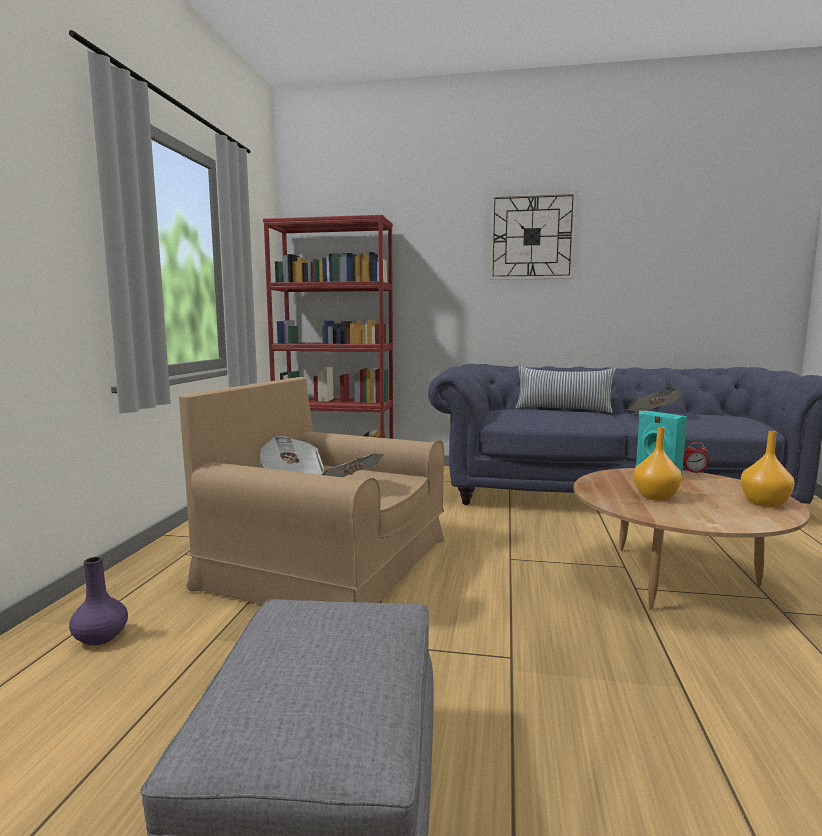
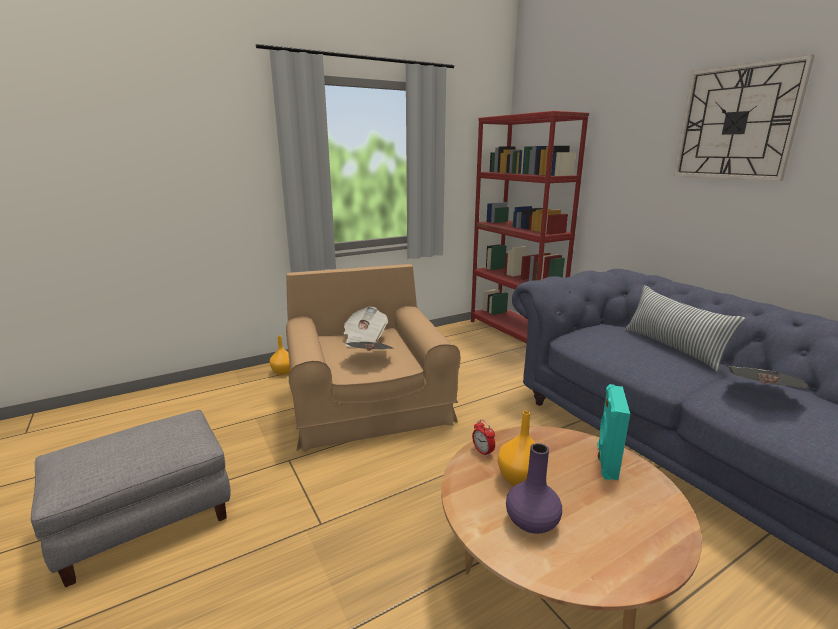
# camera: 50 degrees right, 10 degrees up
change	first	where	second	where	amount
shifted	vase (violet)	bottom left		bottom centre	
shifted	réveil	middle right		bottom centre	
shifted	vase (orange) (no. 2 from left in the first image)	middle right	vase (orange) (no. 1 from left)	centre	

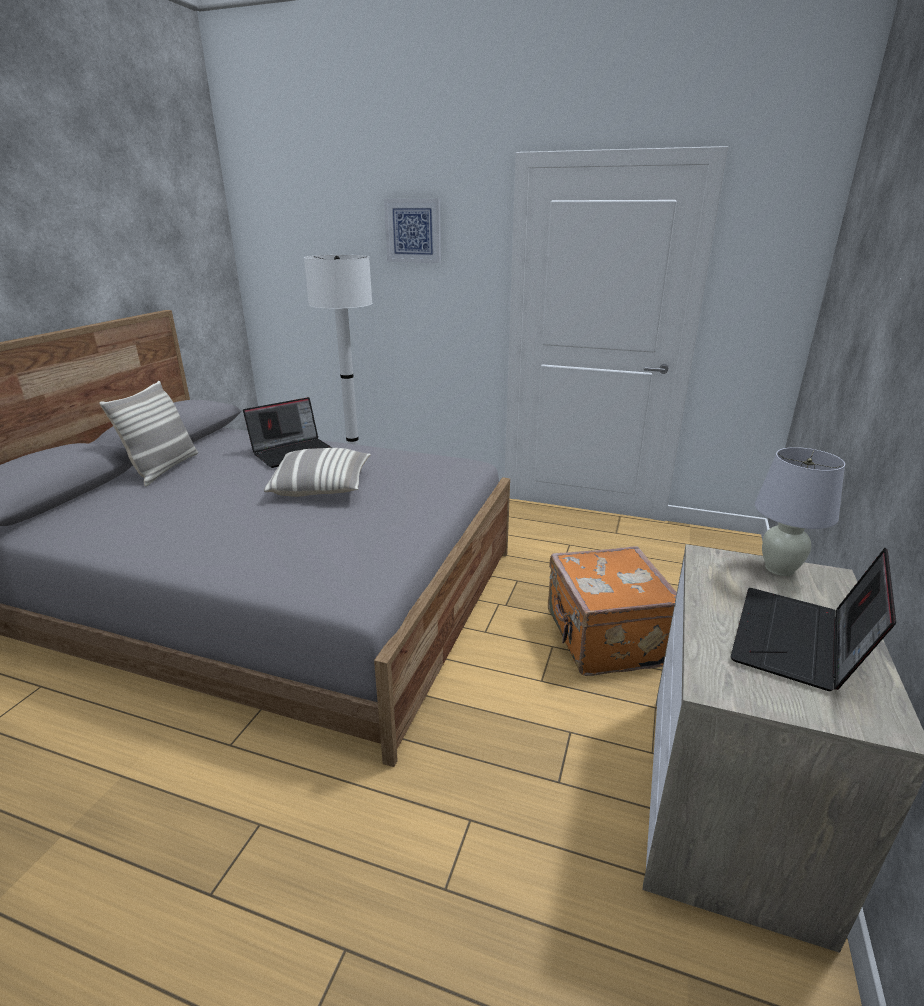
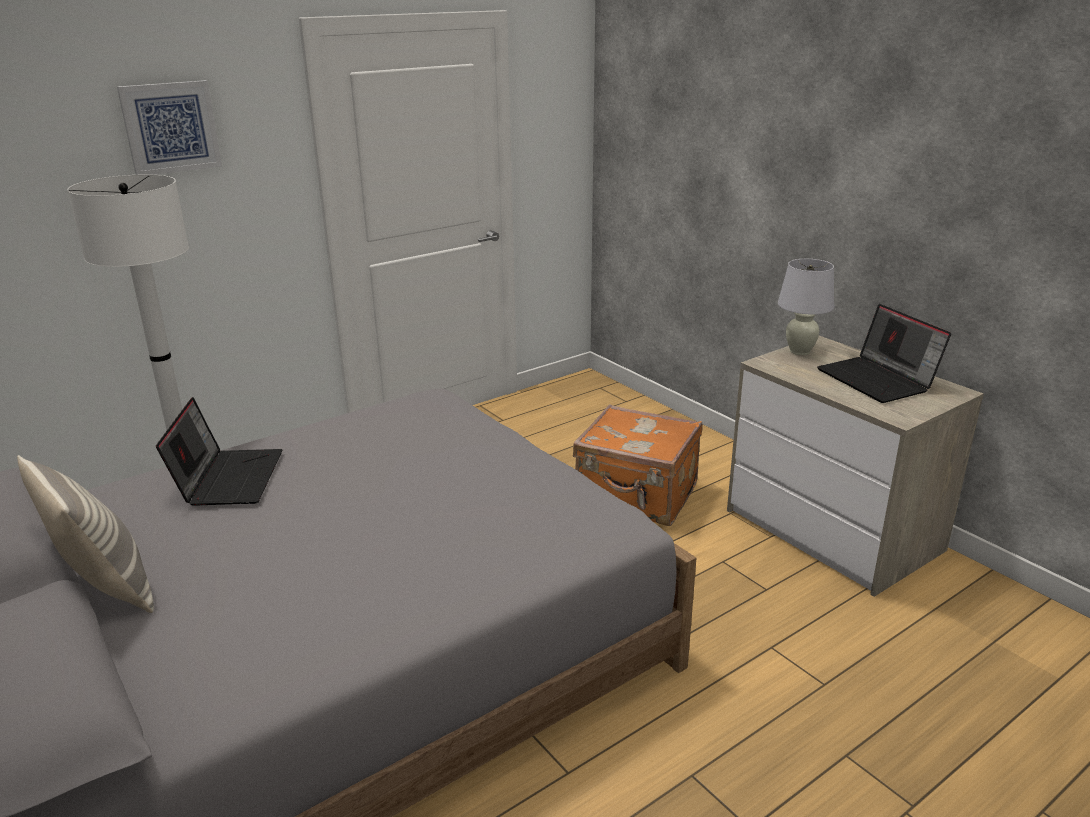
# camera: 55 degrees left, 0 degrees up
change	first	where	second	where	amount
gone	coussin (no. 2 from left)	centre			

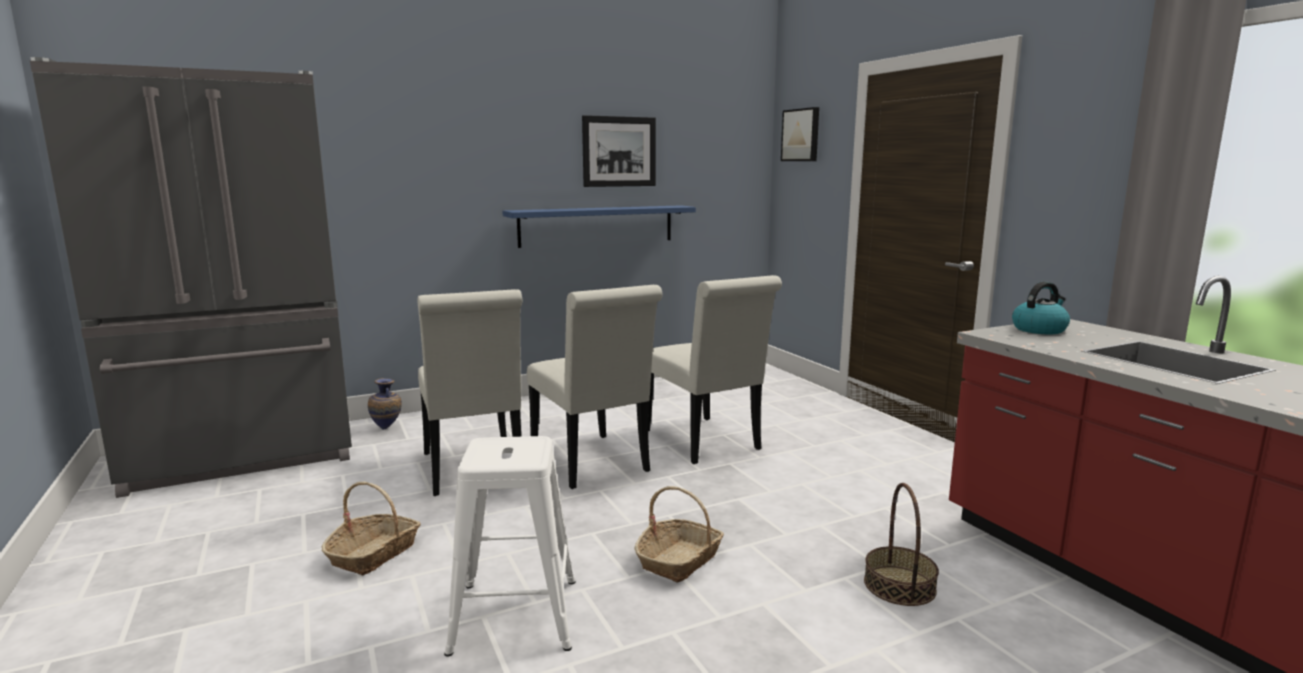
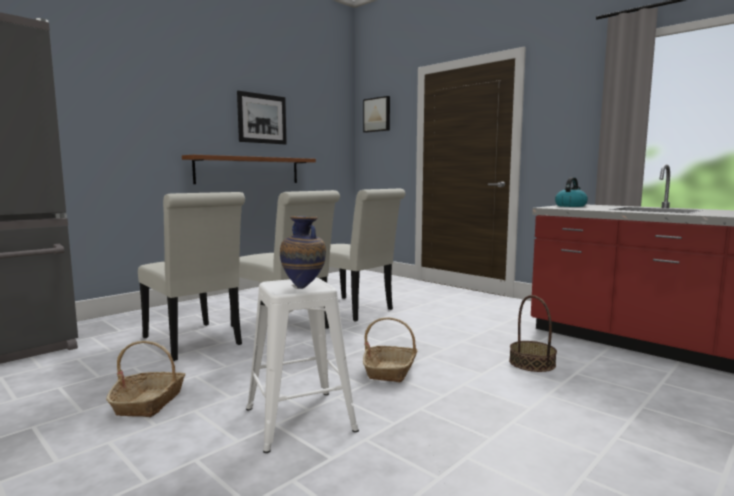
# camera: 20 degrees left, 5 degrees down
change	first	where	second	where	amount
shifted	vase	middle left		centre	
repainted	étagère (bleu)	centre	étagère (marron)	centre	

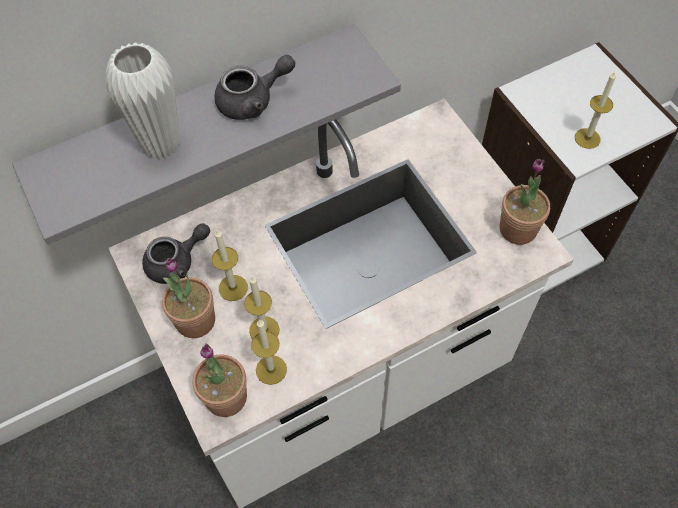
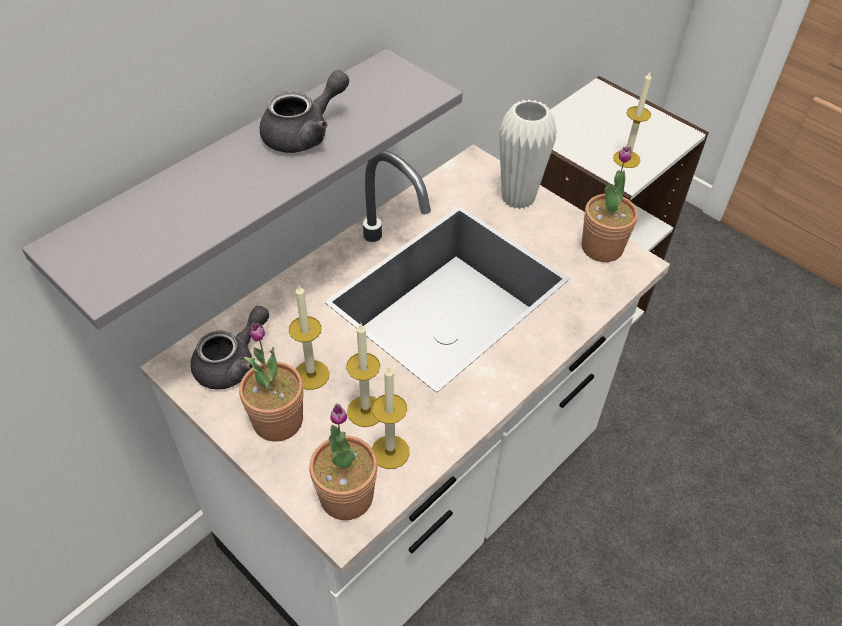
# camera: 20 degrees left, 10 degrees down
change	first	where	second	where	amount
shifted	vase (blanc)	top left		top centre	

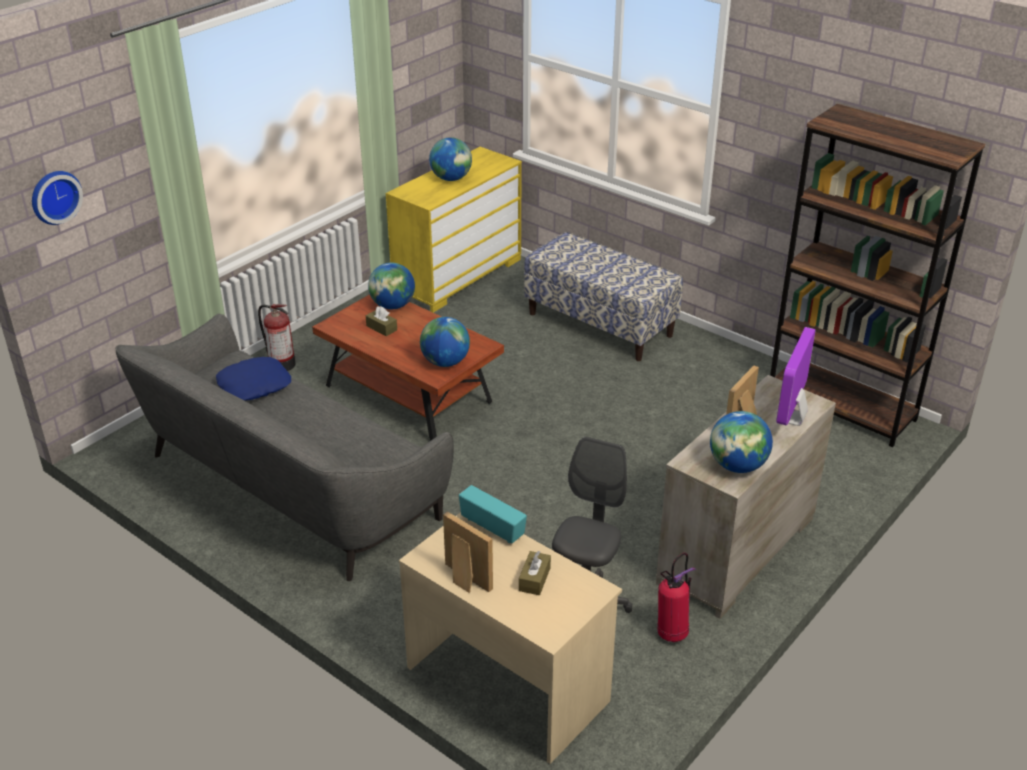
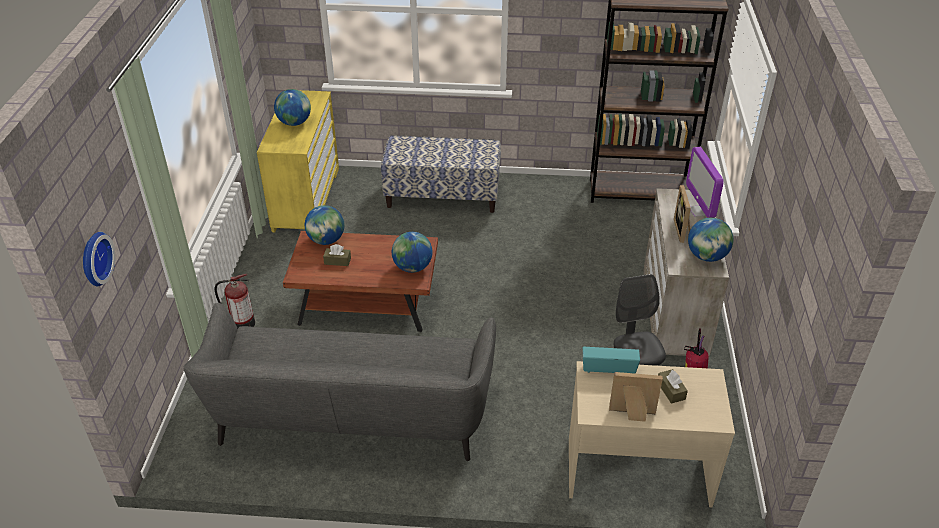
# camera: 35 degrees left, 5 degrees up
change	first	where	second	where	amount
gone	coussin (bleu)	middle left			

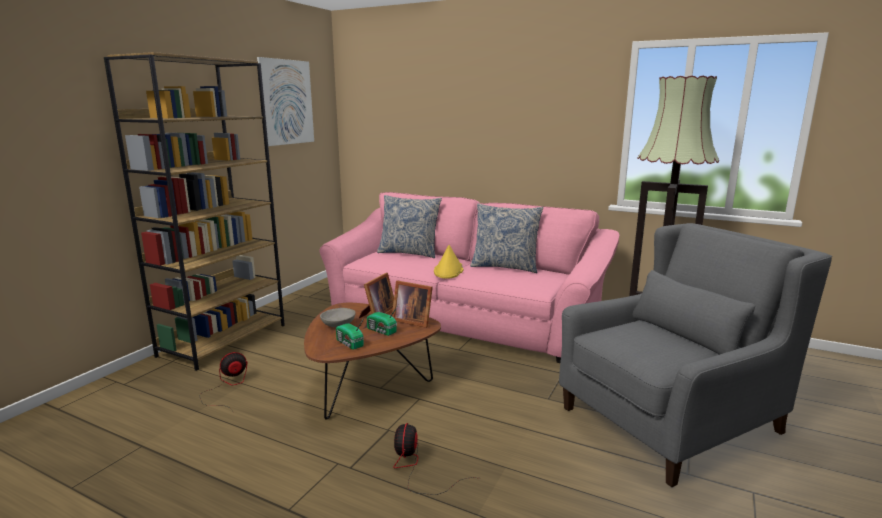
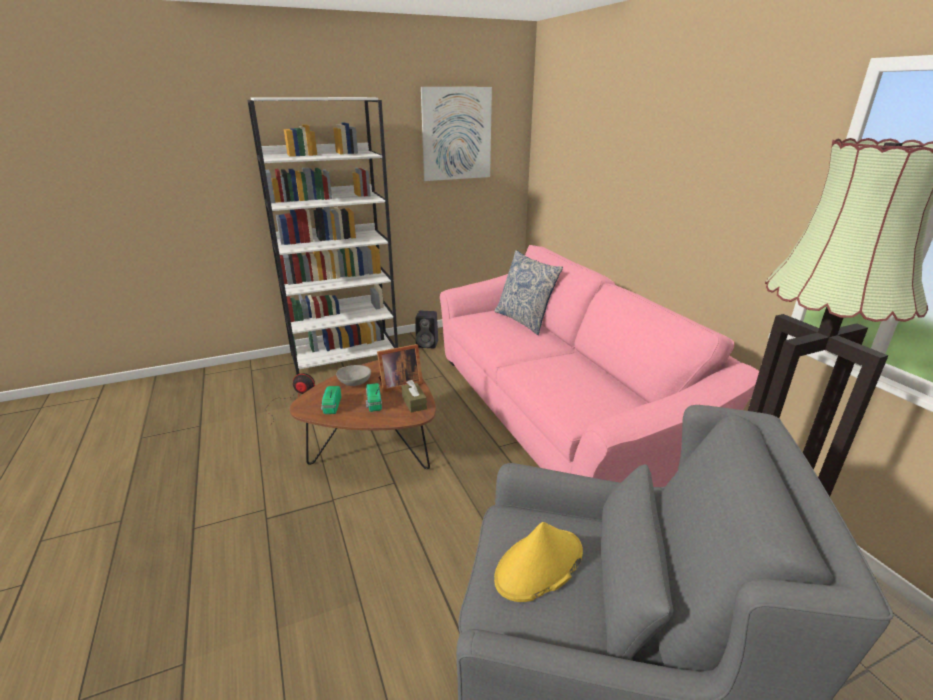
# camera: 40 degrees right, 10 degrees up
change	first	where	second	where	amount
gone	ventilateur (no. 2 from left)	bottom centre			
gone	coussin (no. 2 from left)	centre			
new			enceinte (noir)	centre	
shifted	chapeau (jaune)	centre		bottom centre	
swapped	cadre photo (no. 2 from left)	centre	boîte à mouchoirs (marron)	centre	
repainted	bibliothèque (marron)	middle left	bibliothèque (blanc)	centre	

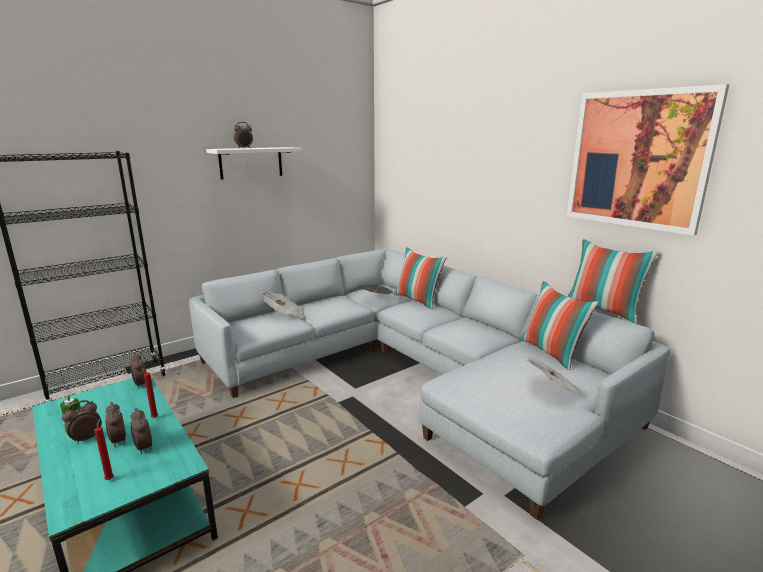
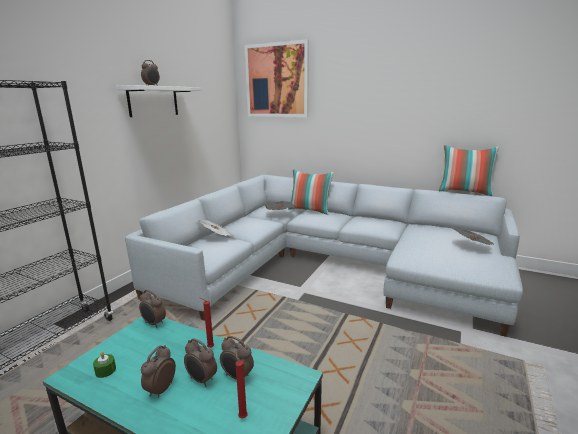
# camera: 25 degrees left, 0 degrees up
change	first	where	second	where	amount
gone	coussin (no. 2 from left)	middle right			
shifted	tableau	top right		top centre	

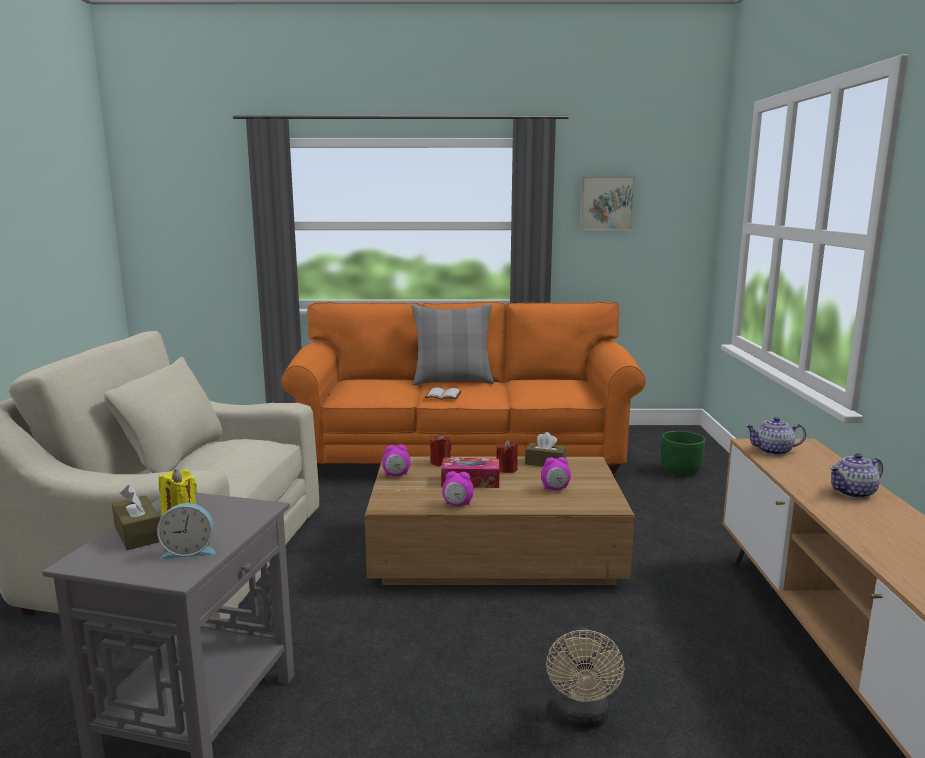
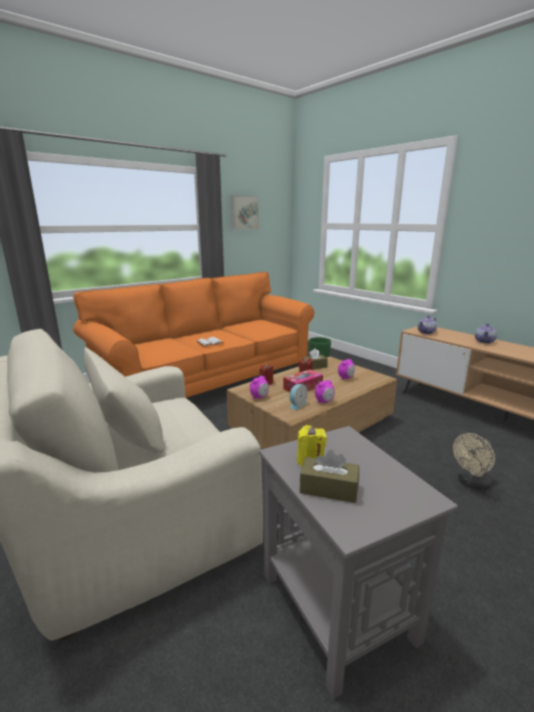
# camera: 40 degrees left, 5 degrees up
change	first	where	second	where	amount
gone	coussin (gris)	centre			
shifted	réveil (no. 1 from left in the first image)	bottom left	réveil (no. 2 from left)	centre	
rotated	ventilateur (beige)	bottom centre		middle right	90 degrees clockwise

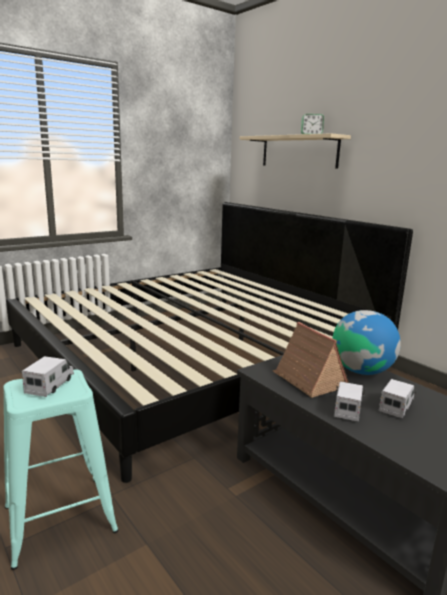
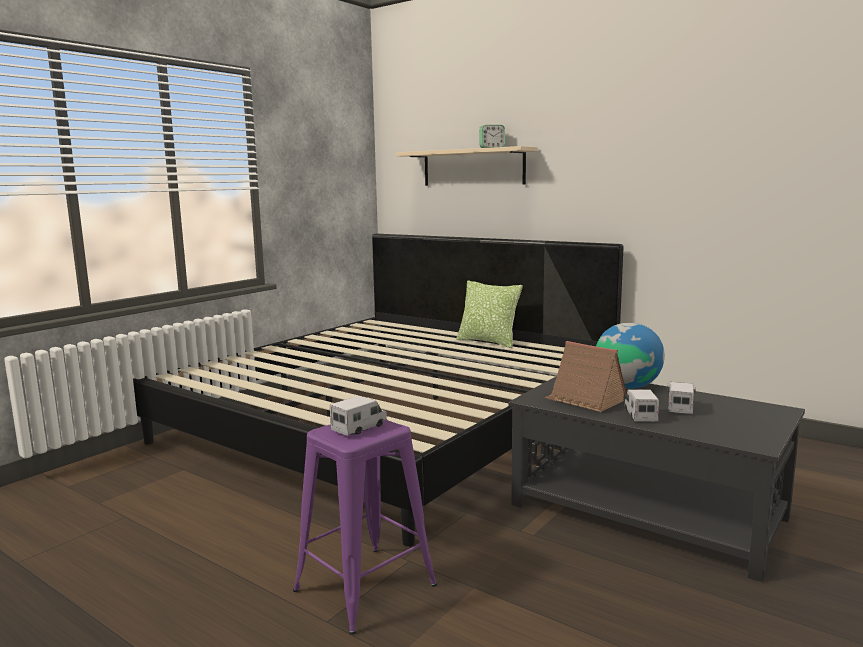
# camera: 15 degrees left, 5 degrees down
change	first	where	second	where	amount
new			coussin	centre	
repainted	tabouret (turquoise)	bottom left	tabouret (violet)	bottom centre	
rotated	camion jouet (no. 1 from left)	middle left		centre	45 degrees clockwise

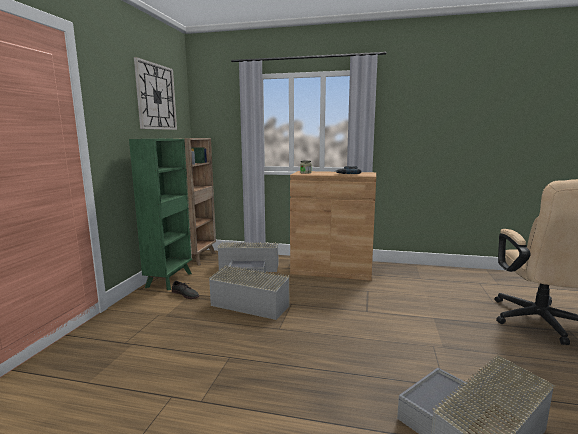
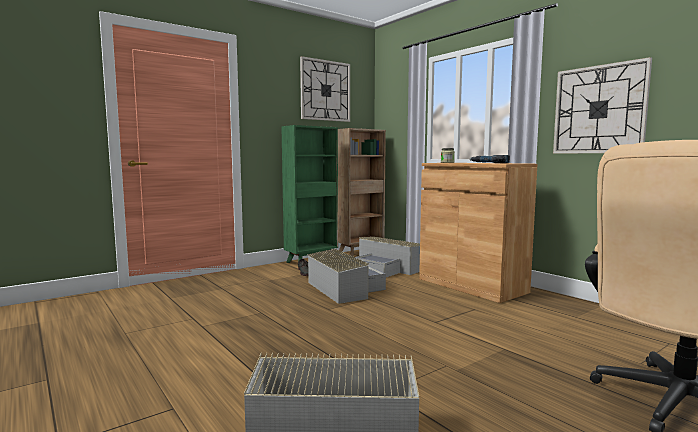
# camera: 40 degrees right, 5 degrees down
change	first	where	second	where	amount
new			horloge murale (no. 2 from left)	top right	

